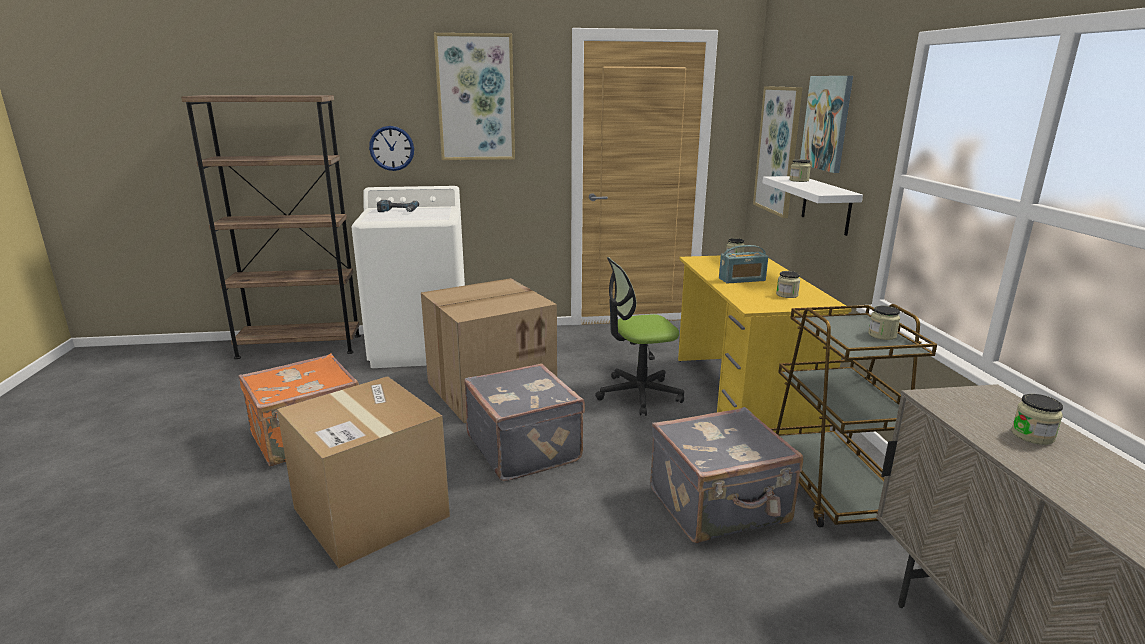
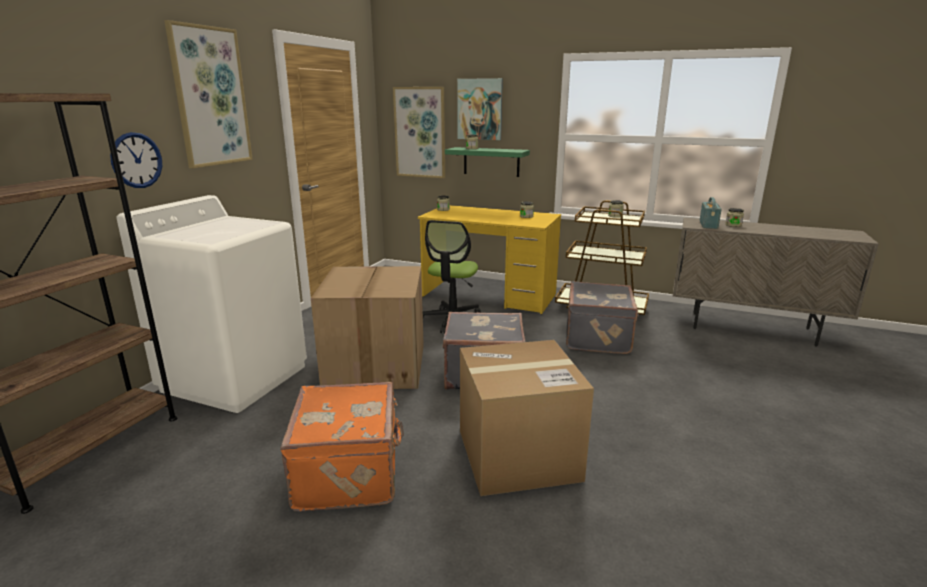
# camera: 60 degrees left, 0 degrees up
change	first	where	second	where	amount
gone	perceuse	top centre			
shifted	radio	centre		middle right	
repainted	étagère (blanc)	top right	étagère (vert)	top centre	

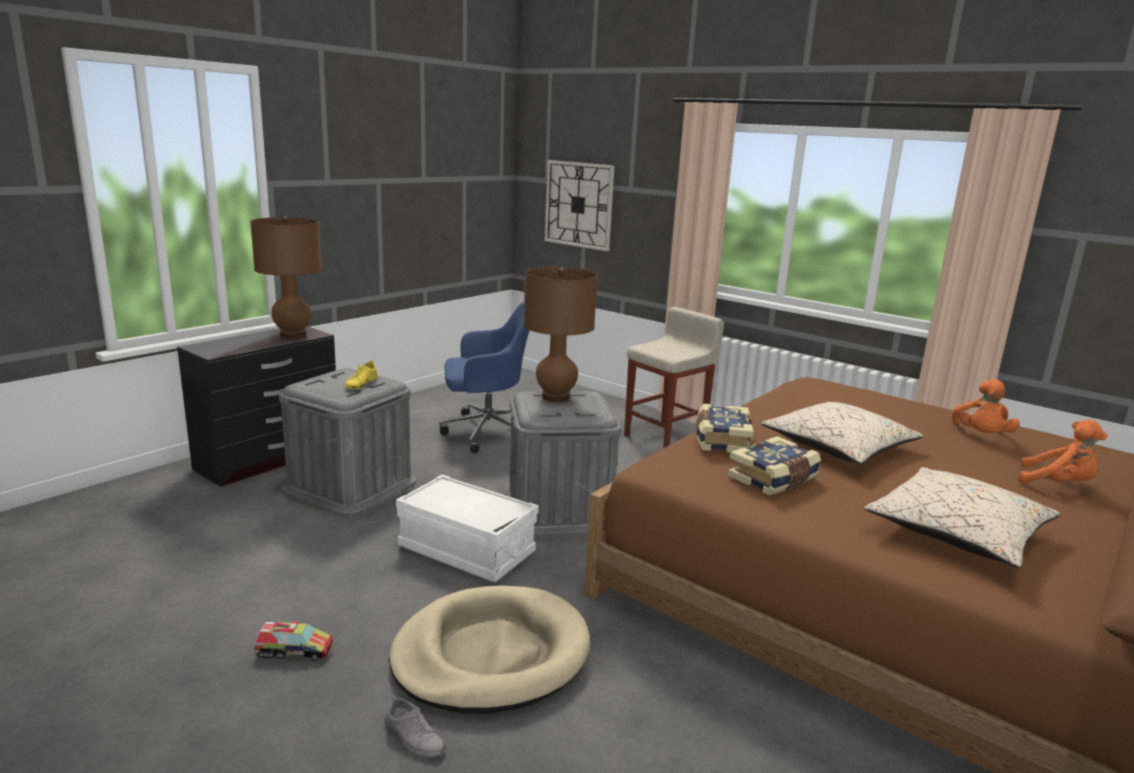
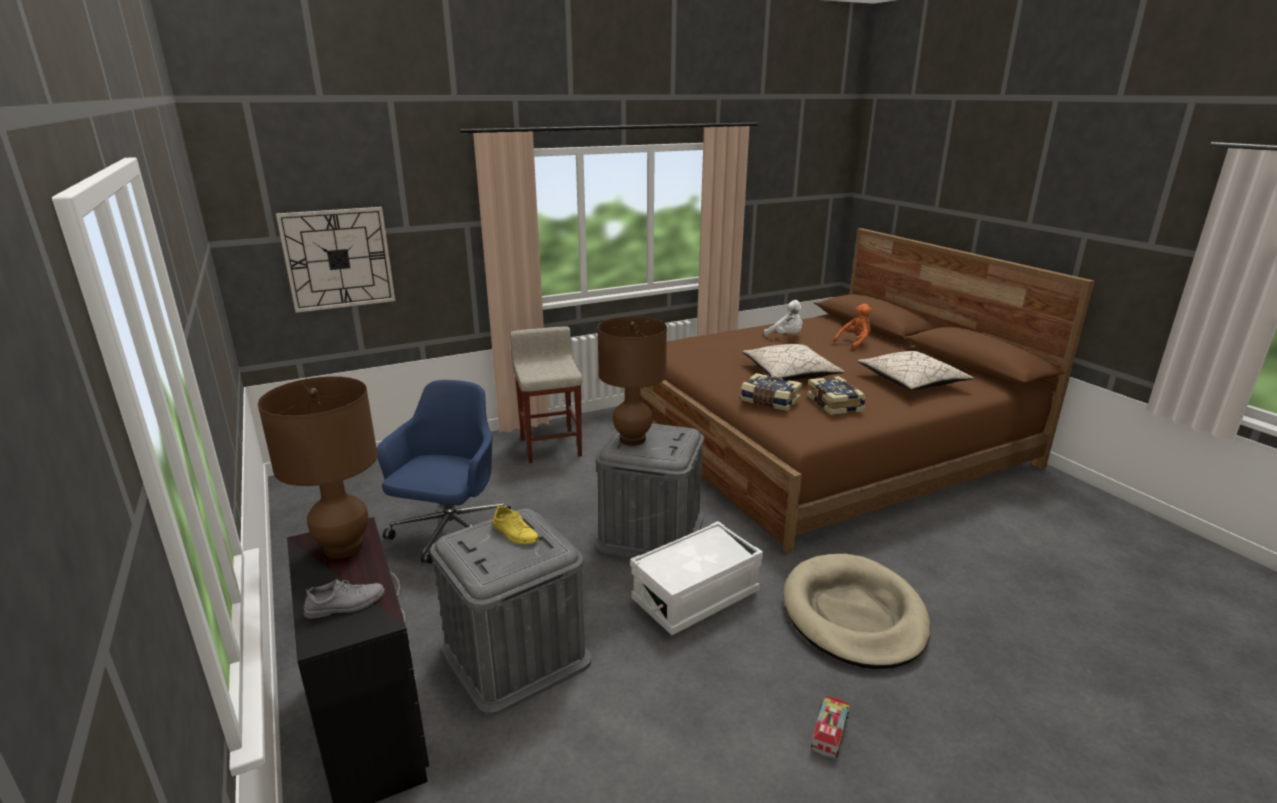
# camera: 65 degrees left, 5 degrees up
change	first	where	second	where	amount
shifted	chaussure (gris)	bottom centre		bottom left	
repainted	peluche (orange) (no. 1 from left)	middle right	peluche (blanc)	centre	

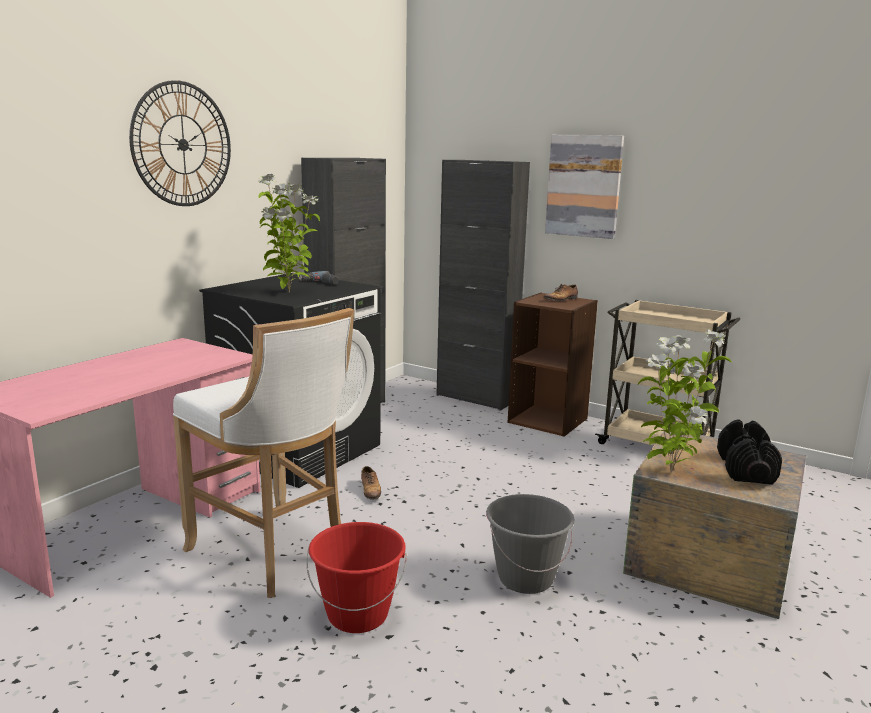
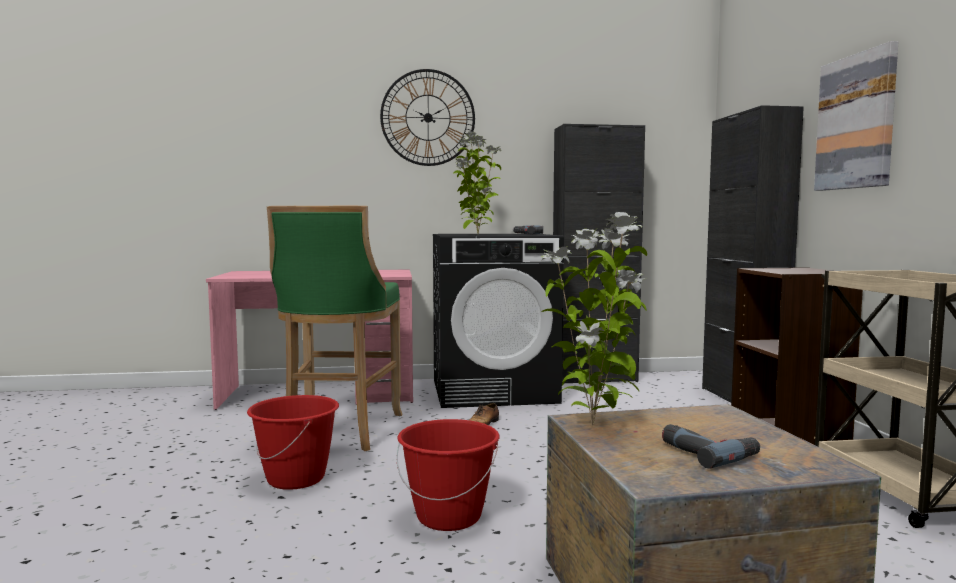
# camera: 50 degrees right, 10 degrees down
change	first	where	second	where	amount
gone	chaussure (no. 2 from left)	centre			
swapped	haltère (noir)	middle right	perceuse (no. 2 from left)	bottom right	
repainted	tabouret (blanc)	middle left	tabouret (vert)	centre	
repainted	seau (gris)	bottom centre	seau (rouge) (no. 2 from left)	bottom centre	

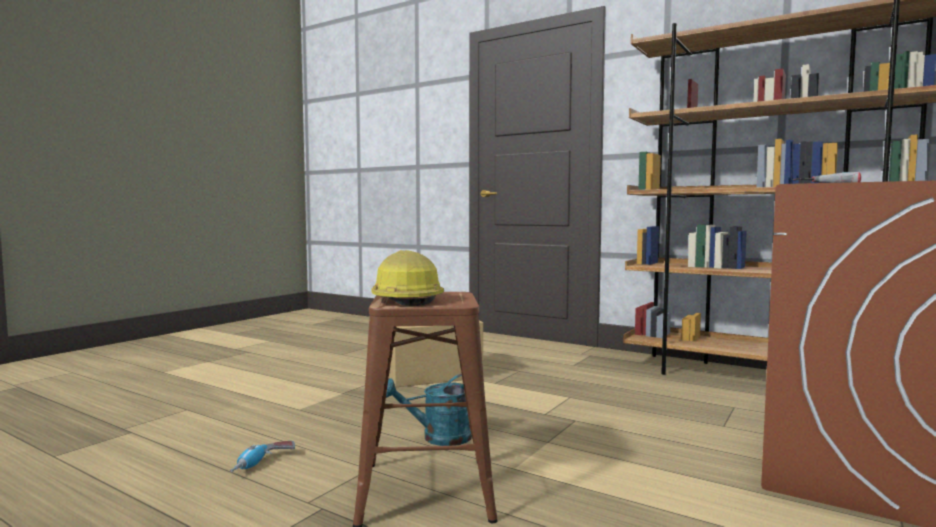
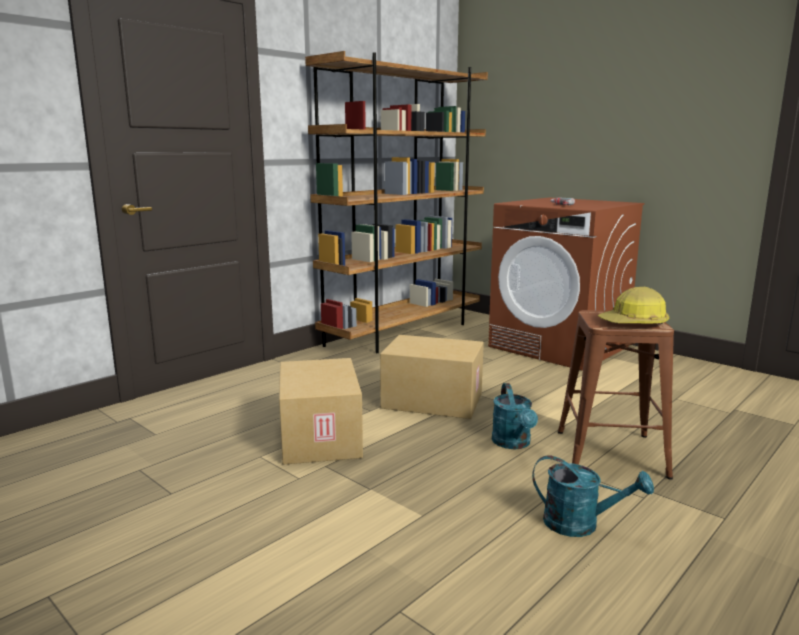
# camera: 80 degrees left, 10 degrees up
change	first	where	second	where	amount
new			carton (no. 2 from left)	centre	
swapped	perceuse (no. 1 from left)	bottom left	arrosoir (turquoise) (no. 2 from left)	bottom right	

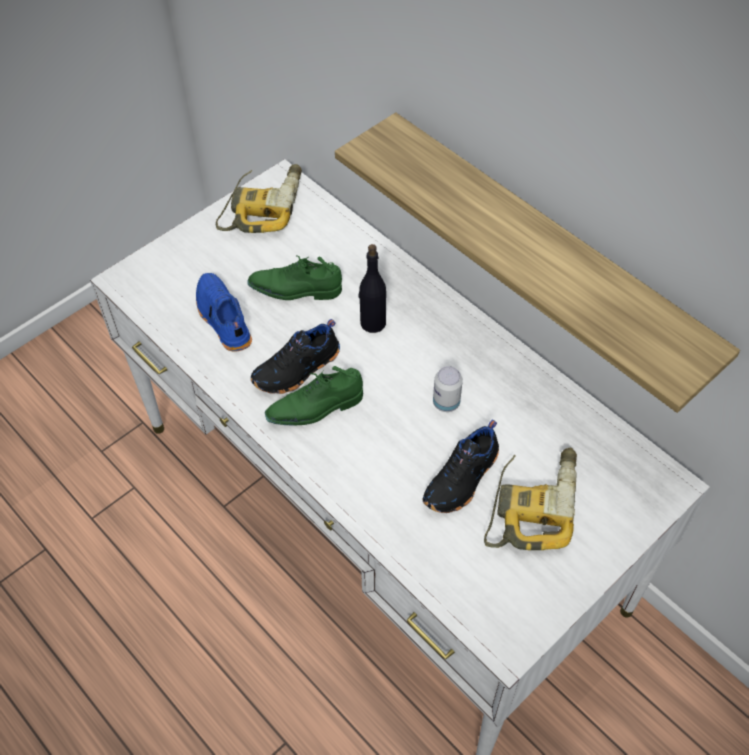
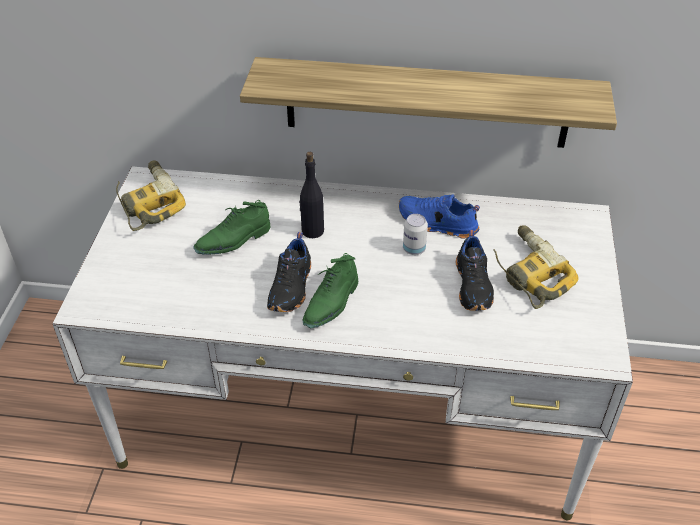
# camera: 40 degrees left, 10 degrees down
change	first	where	second	where	amount
shifted	chaussure (bleu)	middle left		centre	

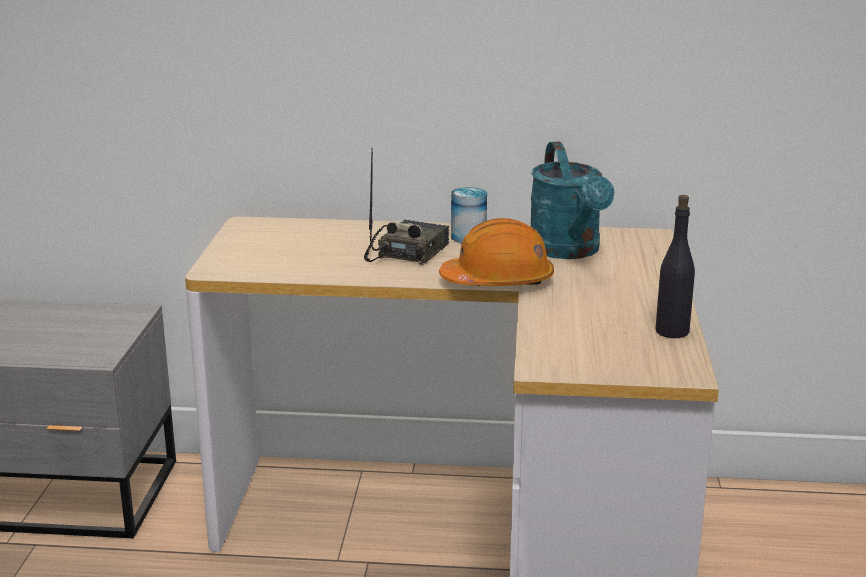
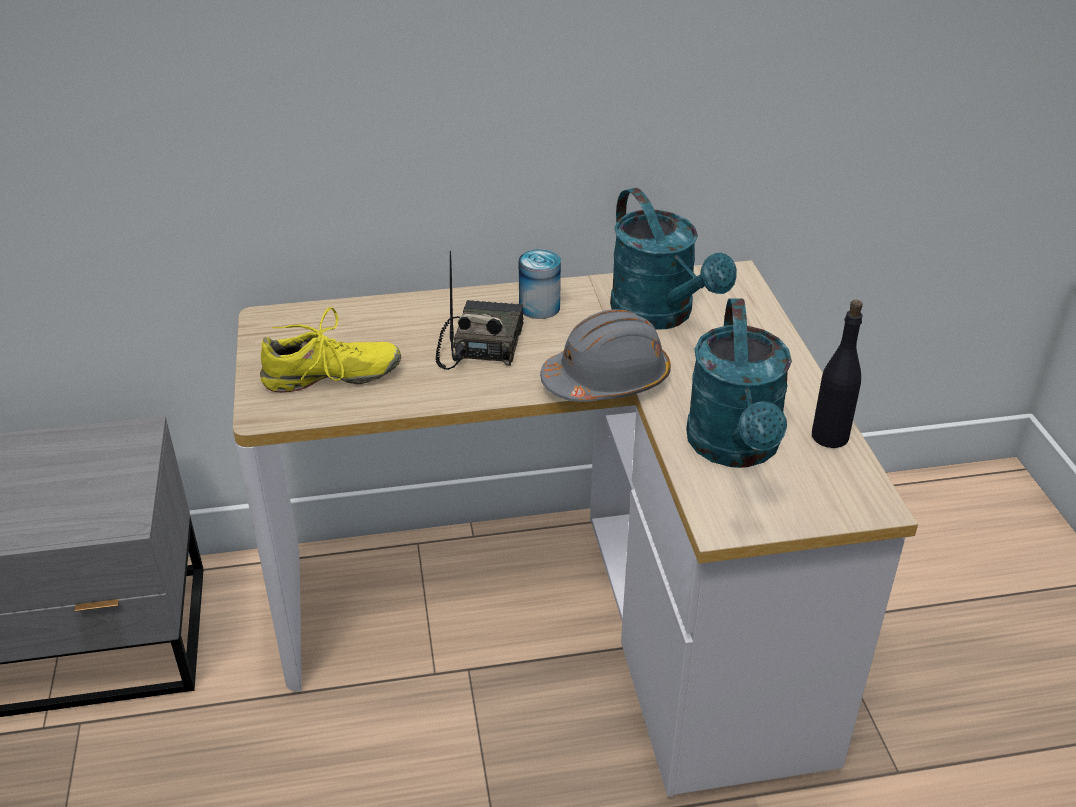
# camera: 15 degrees left, 15 degrees up
change	first	where	second	where	amount
new			chaussure (jaune)	middle left	
new			arrosoir (turquoise) (no. 2 from left)	middle right	
repainted	casque de chantier (orange)	centre	casque de chantier (gris)	centre	

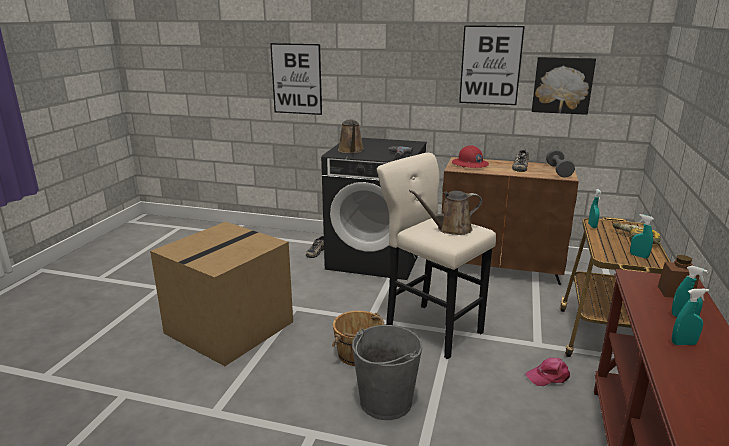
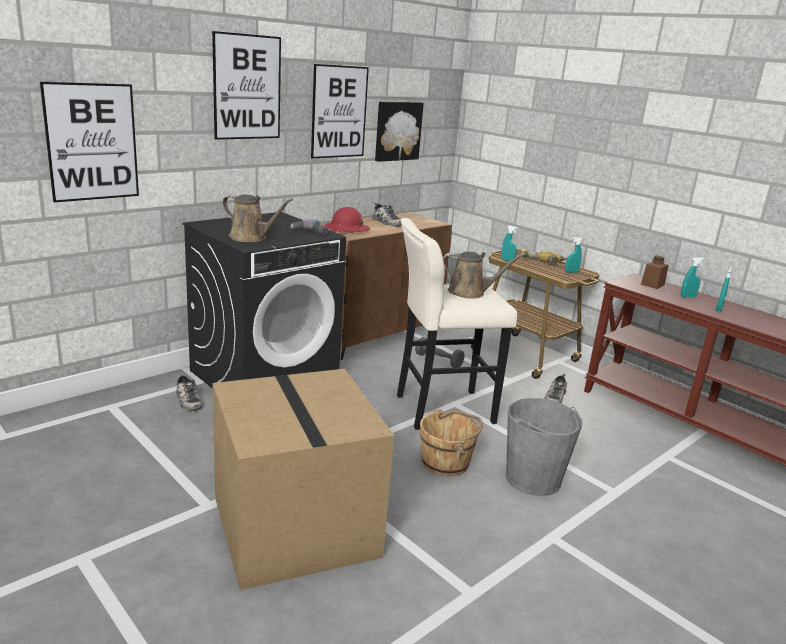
# camera: 60 degrees left, 0 degrees up
change	first	where	second	where	amount
new			tableau (no. 2 from left)	top left	
shifted	haltère (gris)	middle right		centre	
swapped	casquette (rose)	bottom right	chaussure (no. 3 from left)	middle right	
rotated	arrosoir (marron) (no. 2 from left)	centre		centre	105 degrees counterclockwise

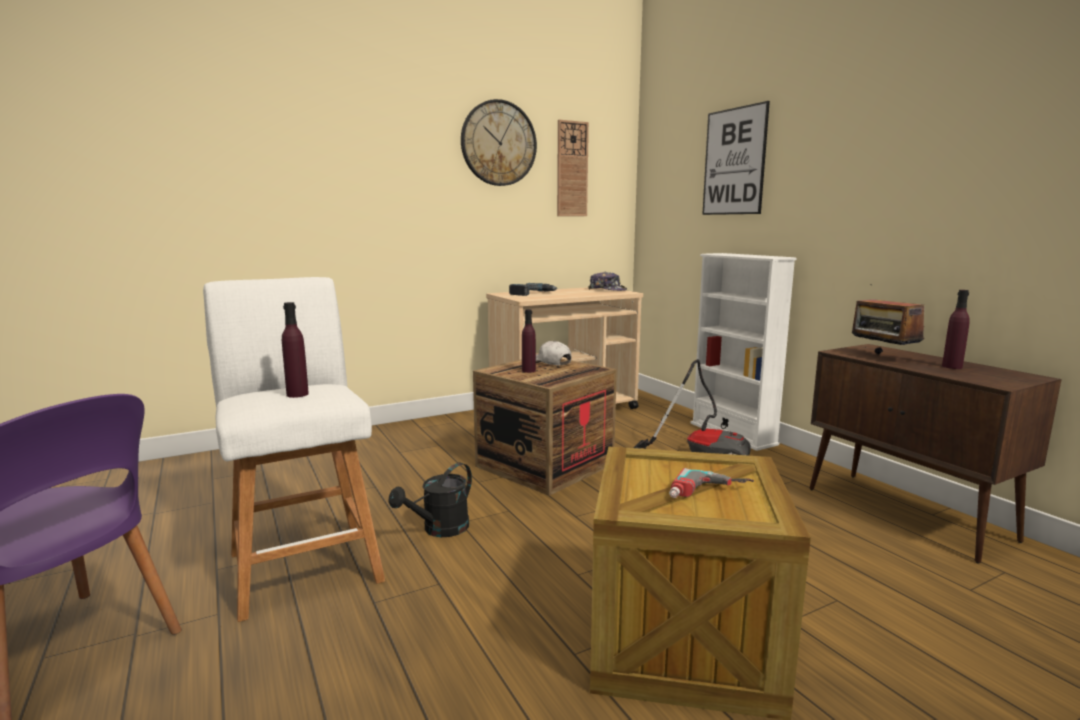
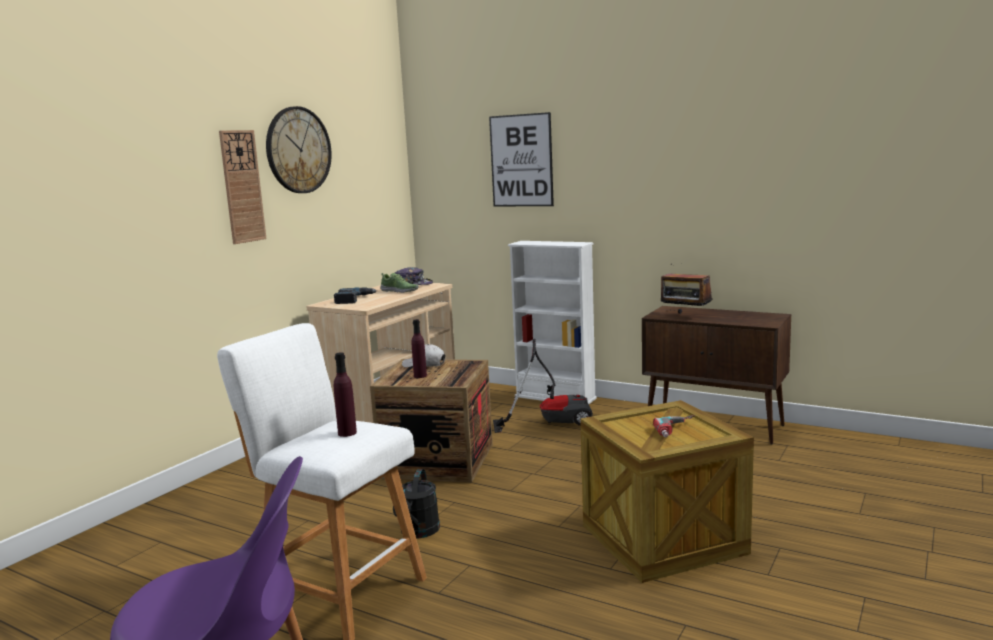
# camera: 30 degrees left, 0 degrees up
change	first	where	second	where	amount
gone	bouteille (violet) (no. 3 from left)	middle right			
new			chaussure	centre	
shifted	horloge murale (no. 2 from left in the first image)	top centre	horloge murale (no. 1 from left)	top left	

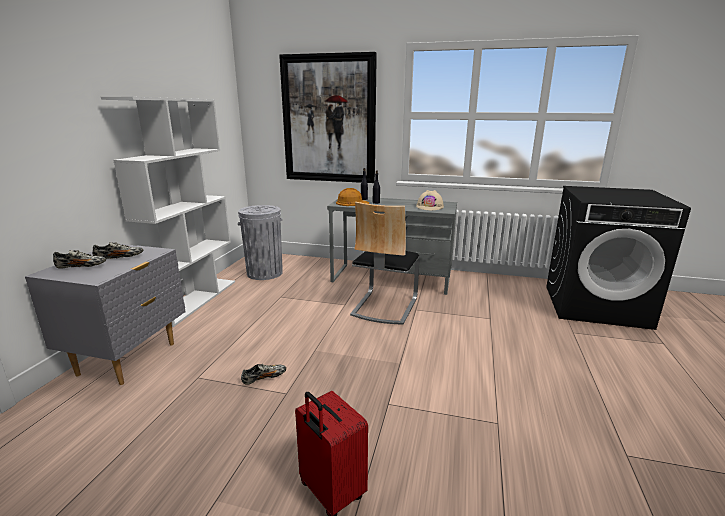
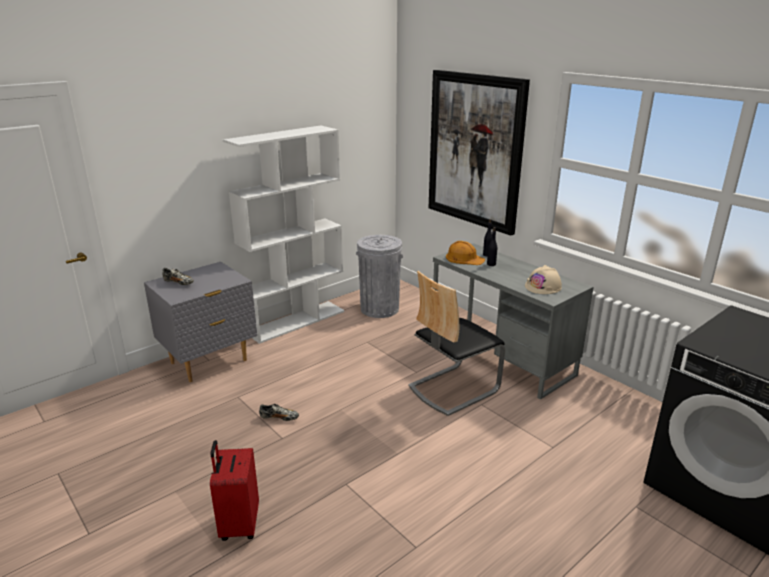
# camera: 35 degrees right, 5 degrees up
change	first	where	second	where	amount
gone	chaussure (no. 2 from left)	middle left			

